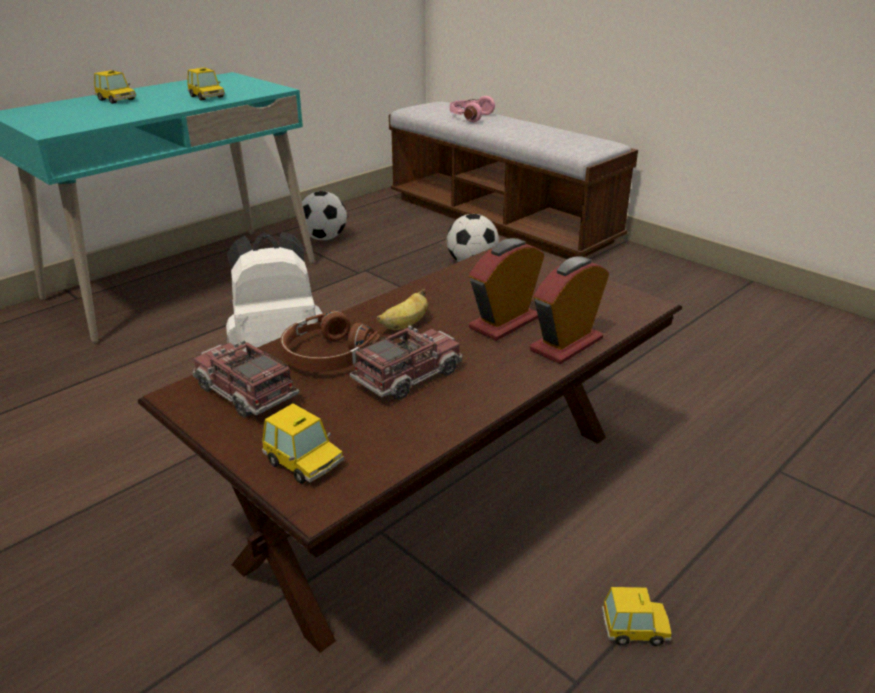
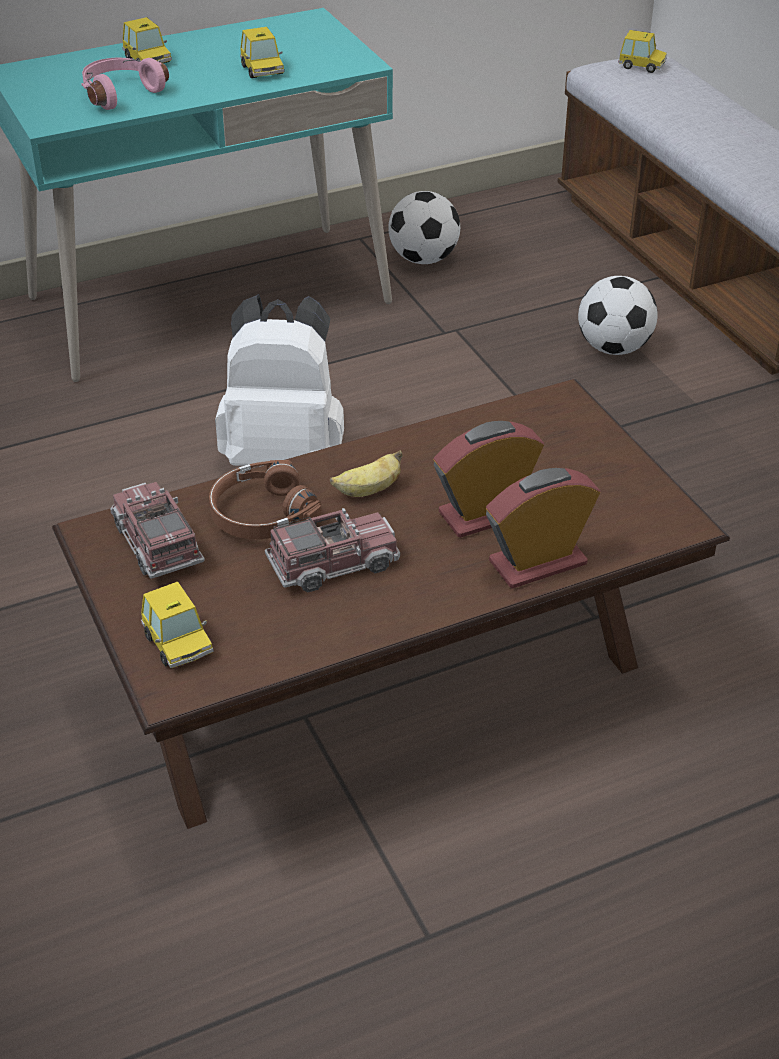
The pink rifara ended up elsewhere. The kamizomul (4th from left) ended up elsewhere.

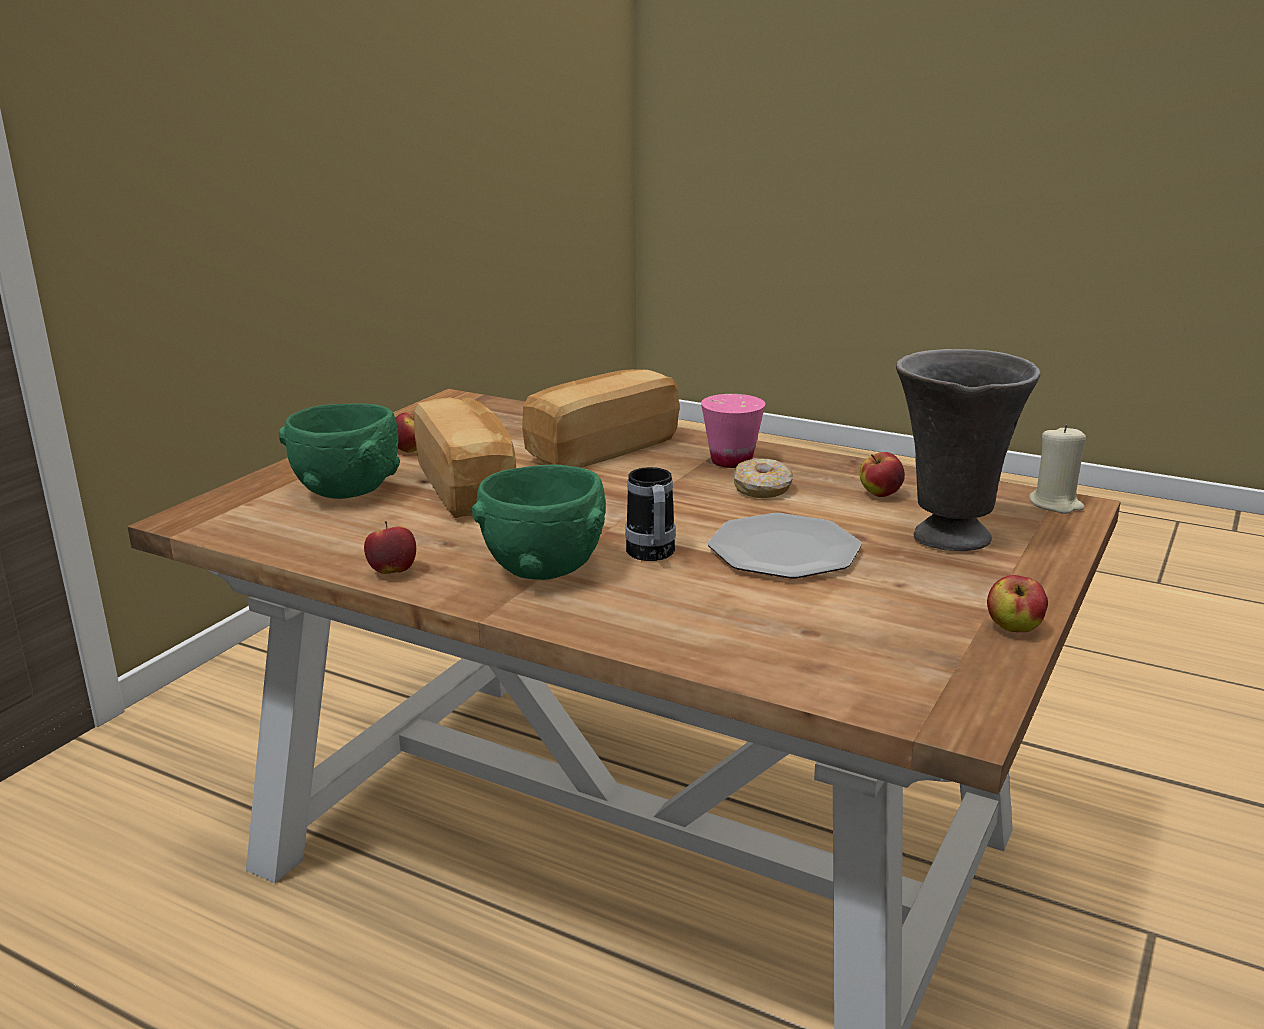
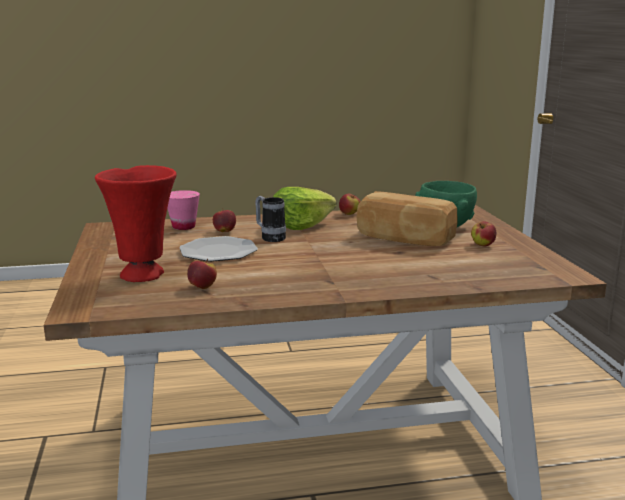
What was the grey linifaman turned into the red linifaman. The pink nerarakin ended up elsewhere. The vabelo (4th from left in the first image) ended up elsewhere. Where the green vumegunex (2nd from left) stood, the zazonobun came to stand. The second view lost the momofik (2nd from left). The second view lost the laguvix. The second view lost the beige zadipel.

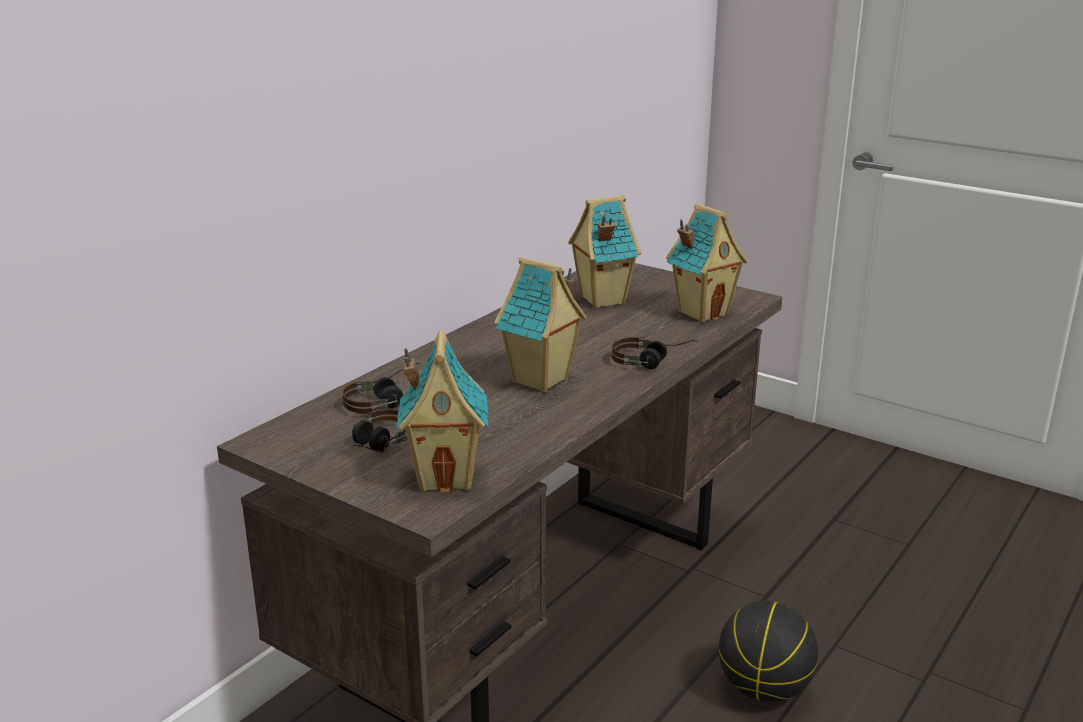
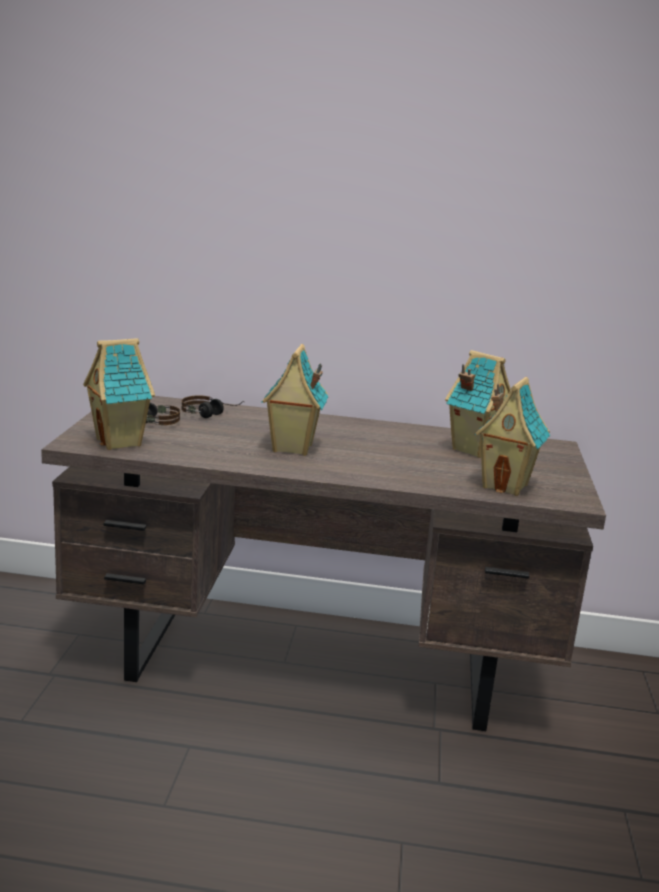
The second view lost the rifara (3rd from left). The second view lost the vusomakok.

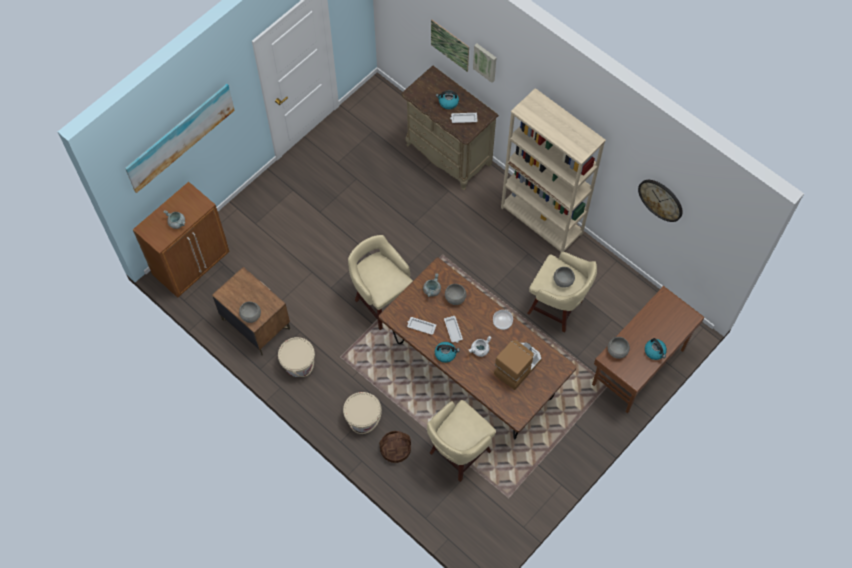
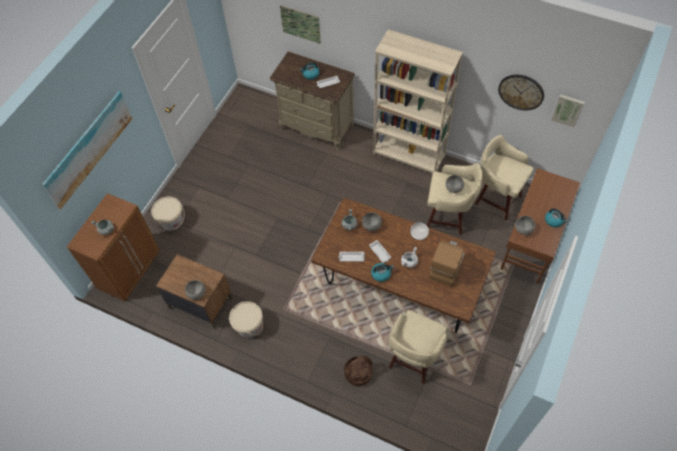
The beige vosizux (2nd from left in the first image) ended up elsewhere. The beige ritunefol (1st from left in the first image) ended up elsewhere. The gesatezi (3rd from left) ended up elsewhere.

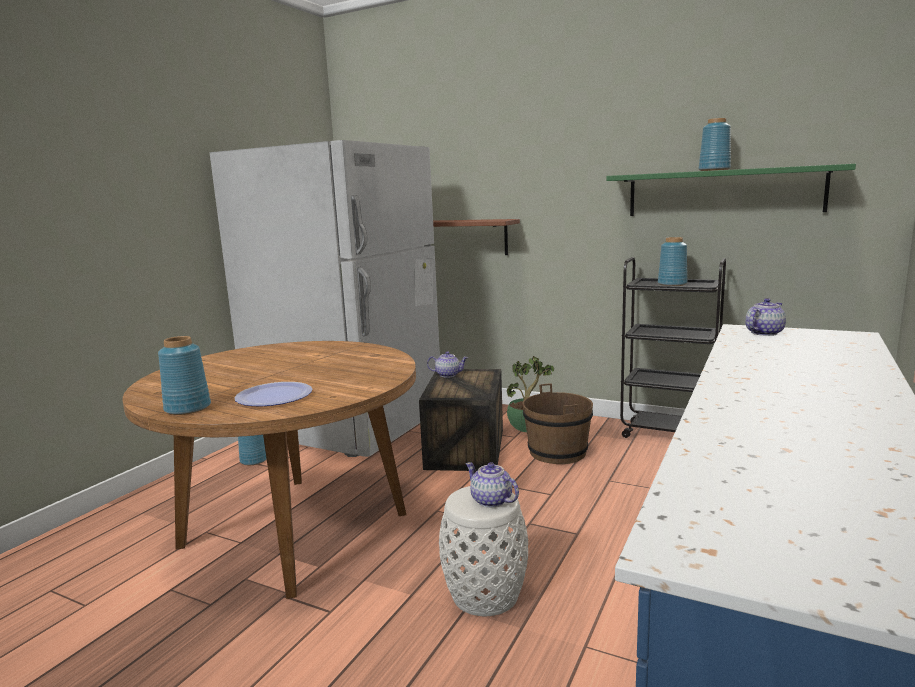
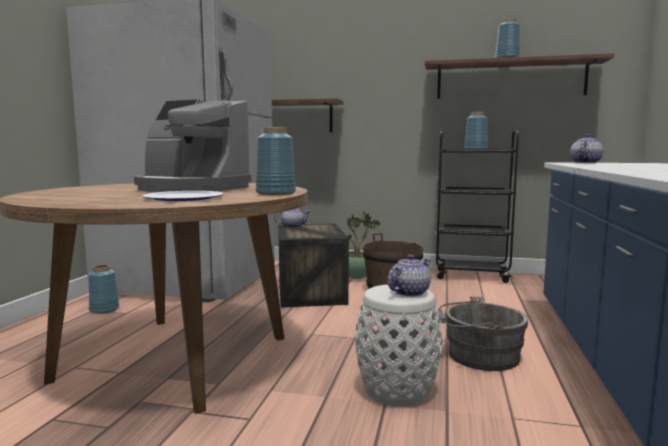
The second view gained the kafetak. The blue linifaman (1st from left in the first image) ended up elsewhere. The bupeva (2nd from left) ended up facing another way, 105 degrees clockwise from before. What was the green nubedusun turned into the brown nubedusun (2nd from left). The second view gained the grey vosizux.

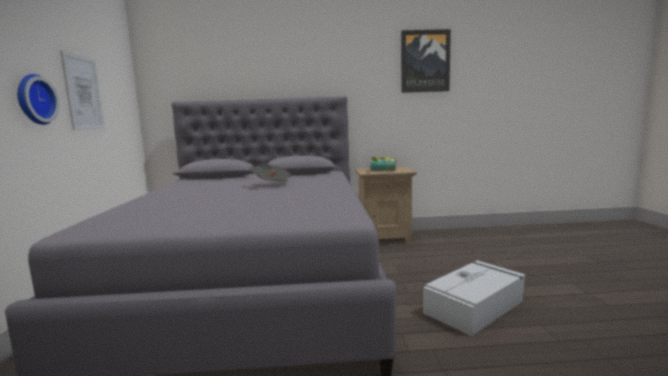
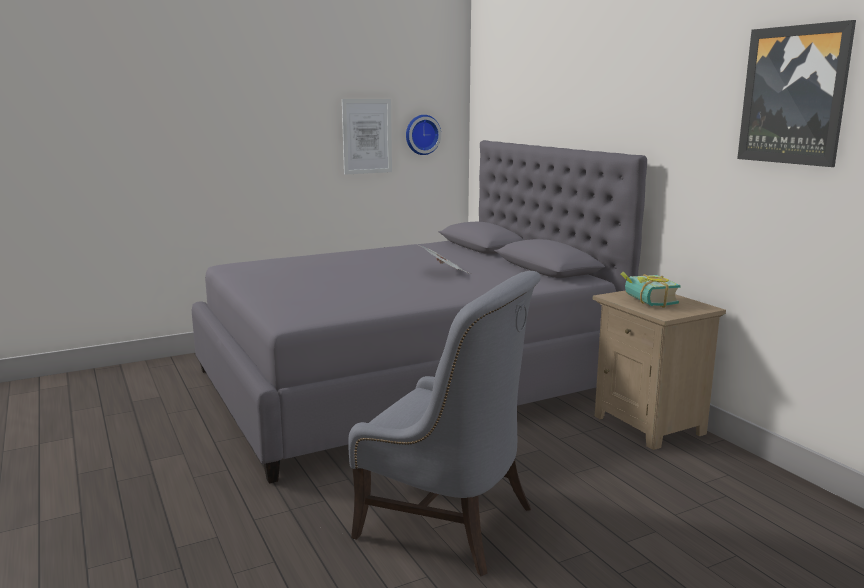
Where the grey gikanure stood, the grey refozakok came to stand. The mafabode ended up elsewhere.

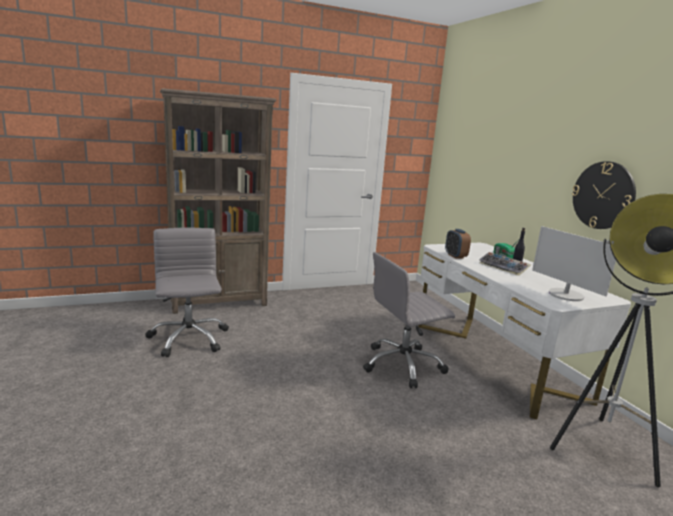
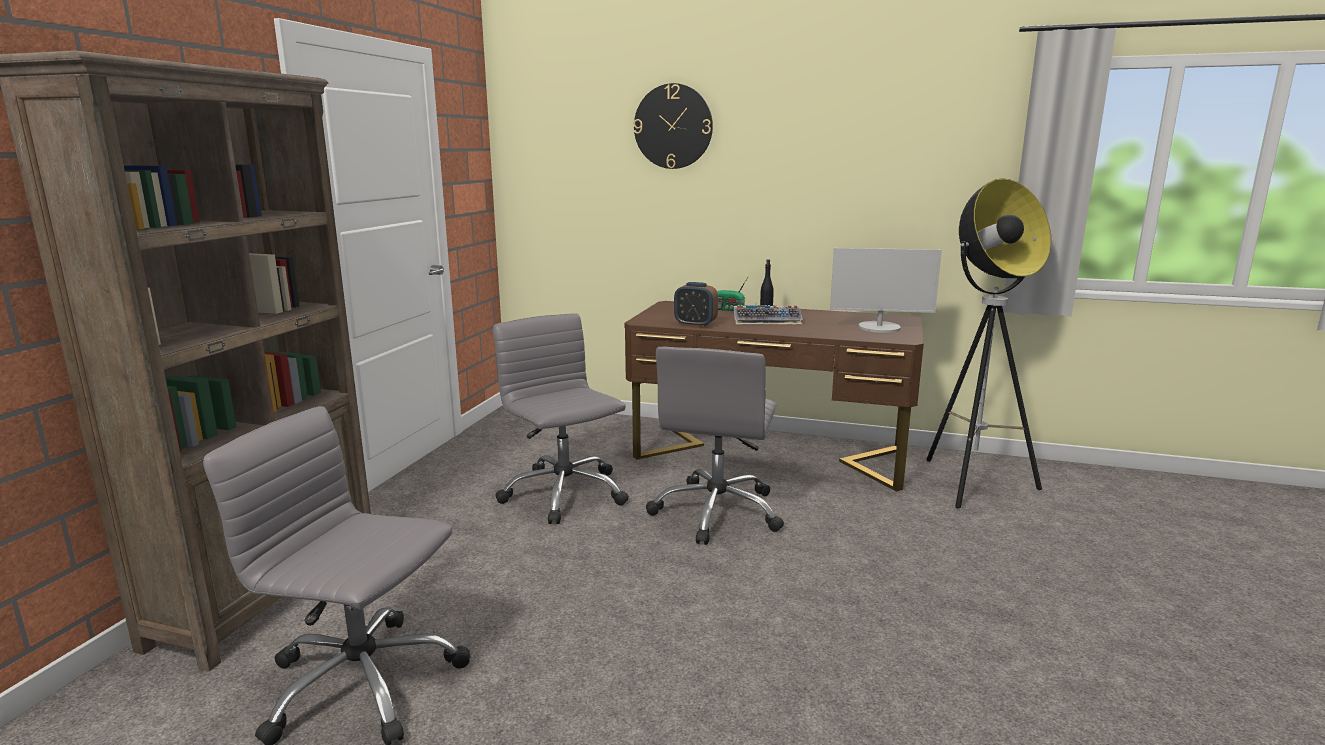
The second view gained the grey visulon (2nd from left). What was the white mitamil turned into the brown mitamil. The mafabode ended up elsewhere.

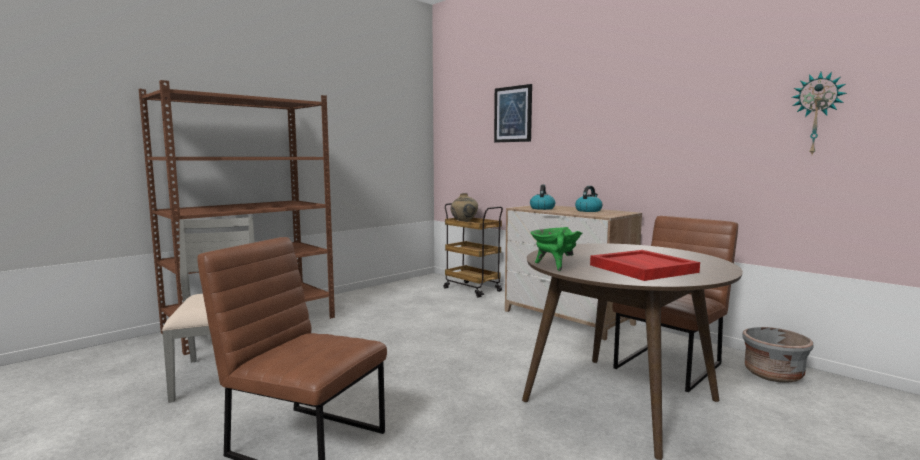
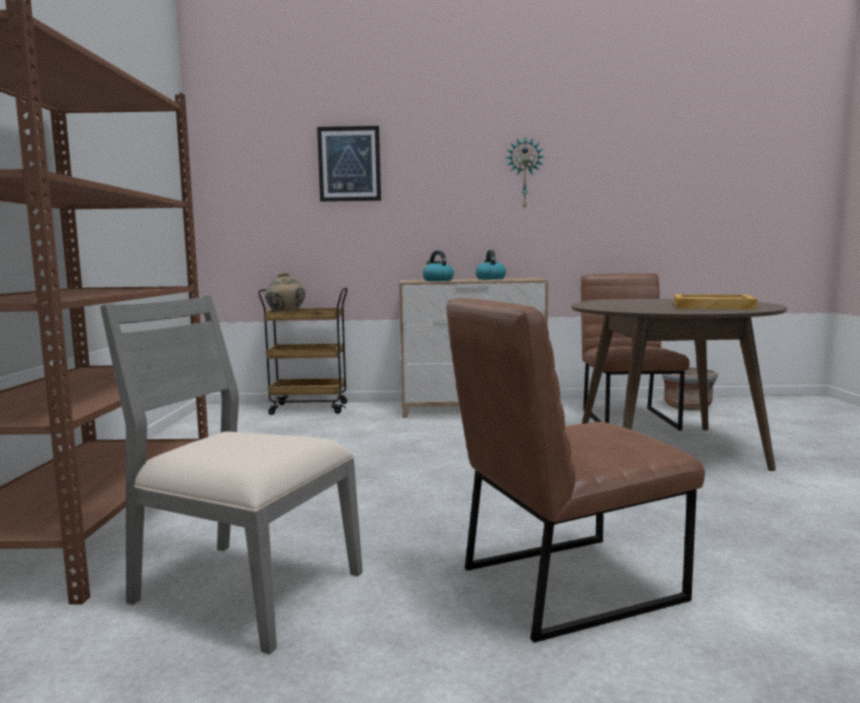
The mafabode ended up elsewhere. What was the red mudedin turned into the beige mudedin. The second view lost the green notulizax.

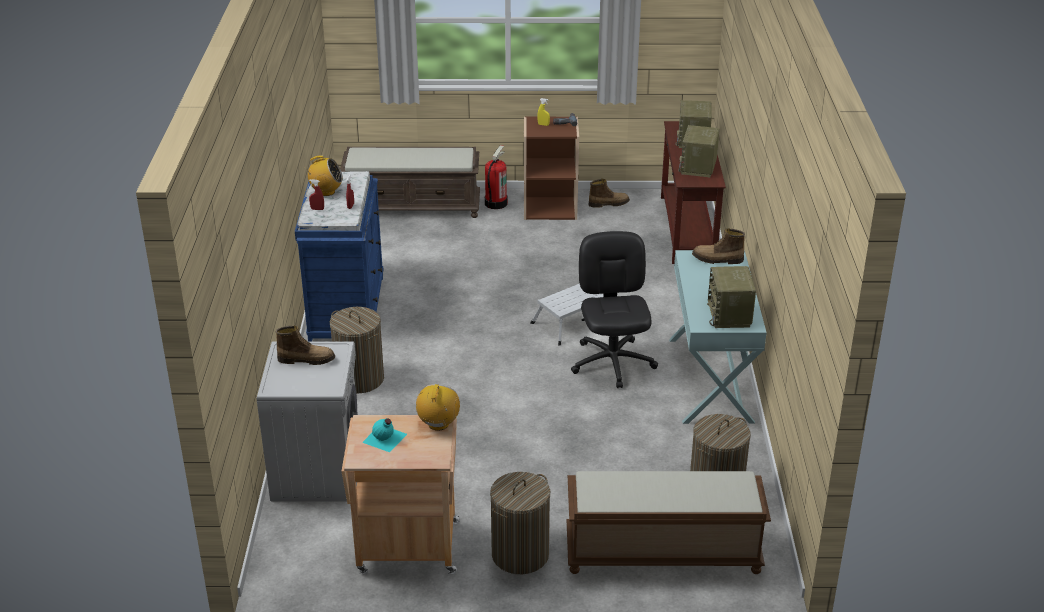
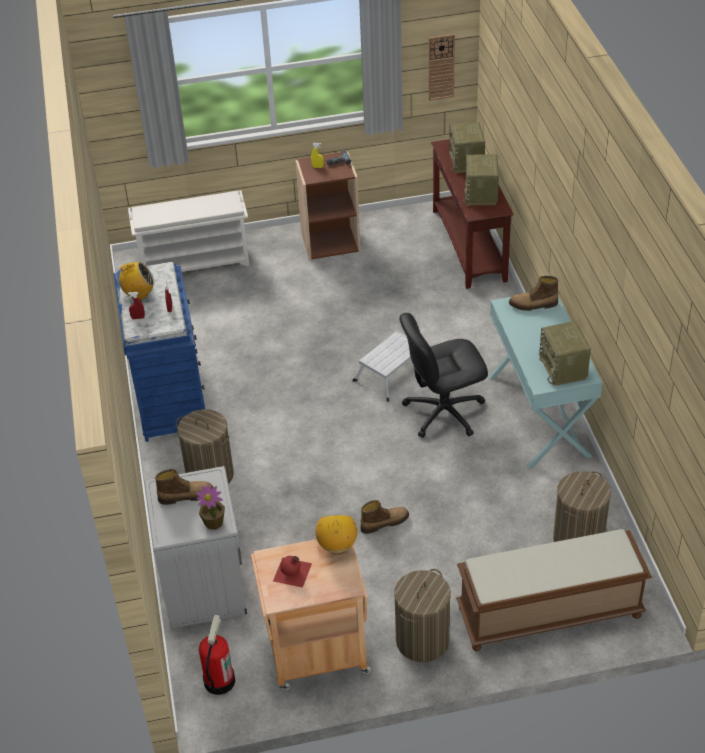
Where the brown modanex (1st from left) stood, the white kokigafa came to stand. The second view gained the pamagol. The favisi ended up elsewhere. What was the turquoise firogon turned into the red firogon. The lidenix (2nd from left) ended up elsewhere. The black visulon ended up facing another way, 90 degrees counterclockwise from before. The second view gained the mafabode.

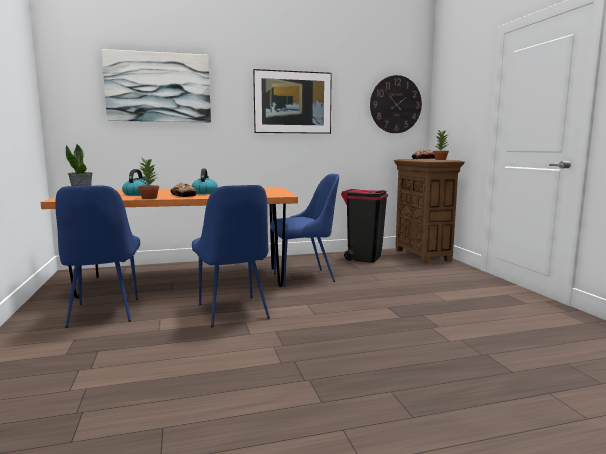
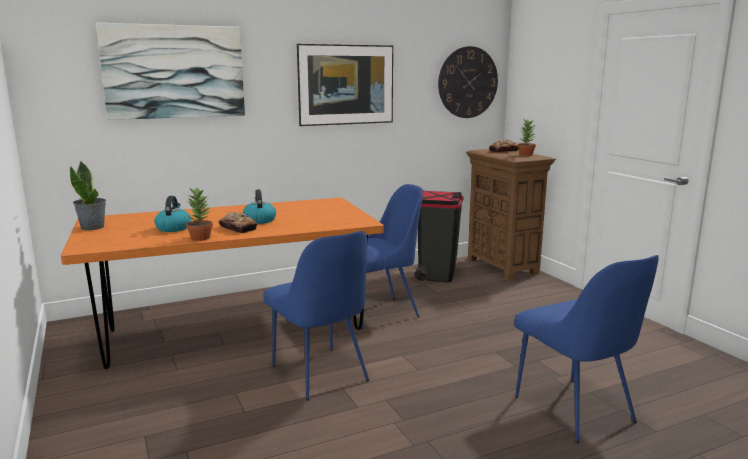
The blue refozakok (1st from left in the first image) ended up elsewhere.

